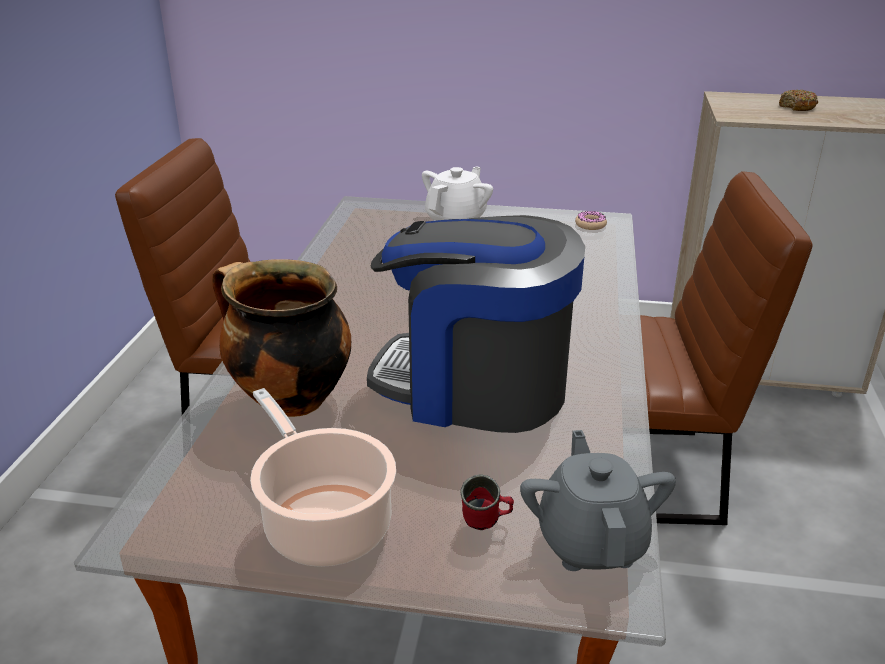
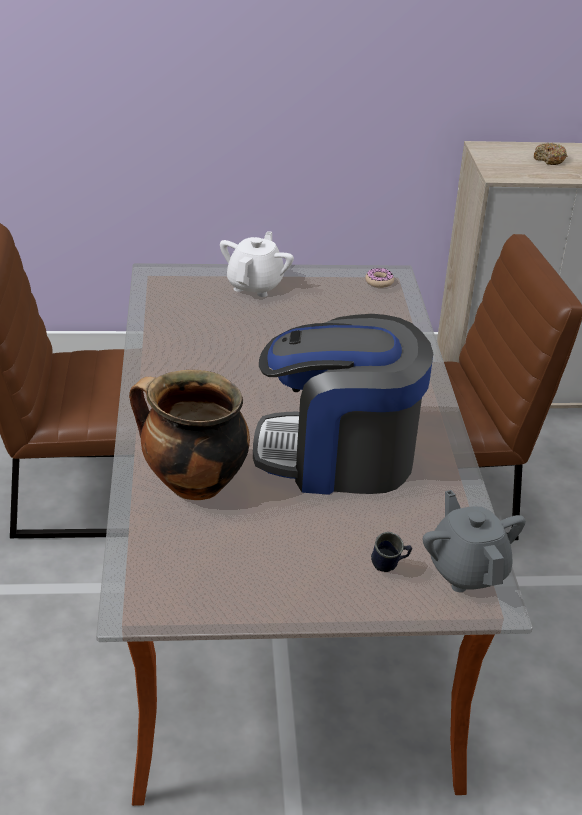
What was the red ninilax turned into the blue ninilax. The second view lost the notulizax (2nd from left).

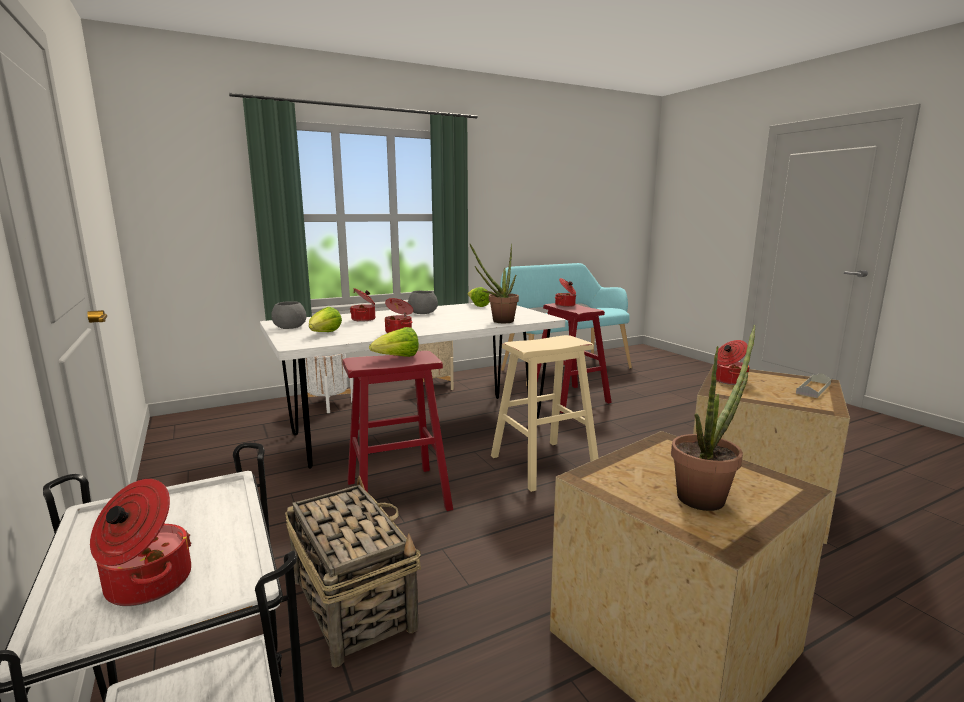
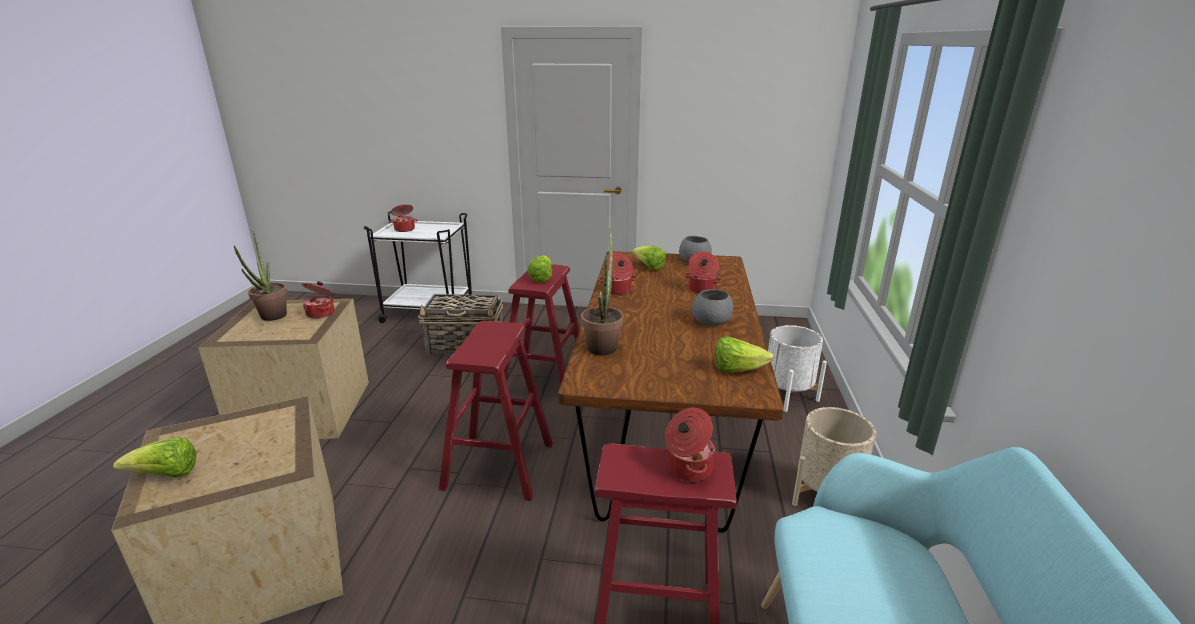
Where the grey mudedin stood, the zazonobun (1st from left) came to stand. The notulizax (5th from left in the first image) ended up elsewhere. What was the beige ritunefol turned into the red ritunefol (1st from left). What was the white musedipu turned into the brown musedipu.

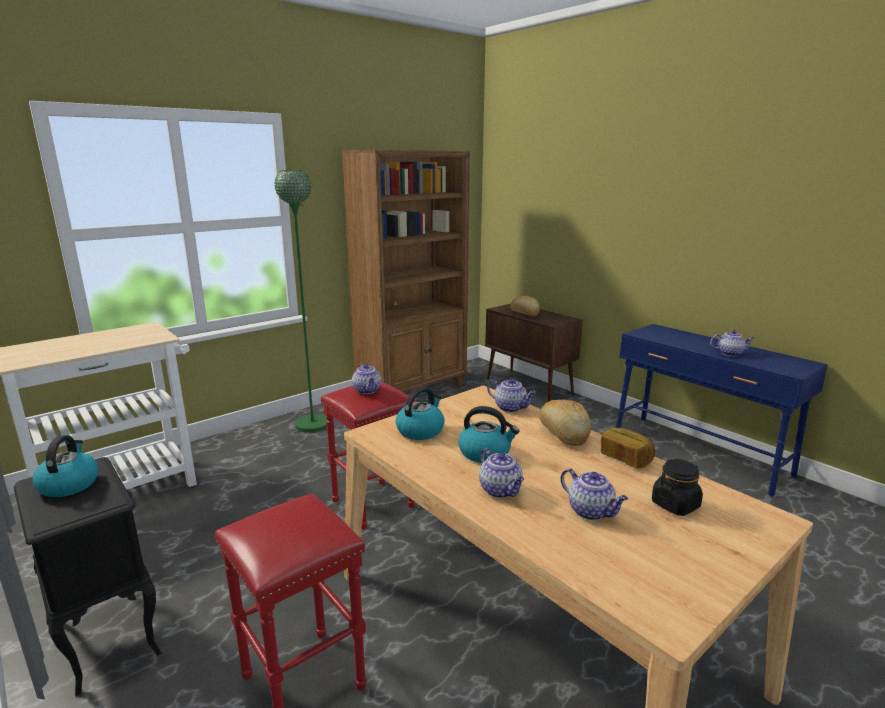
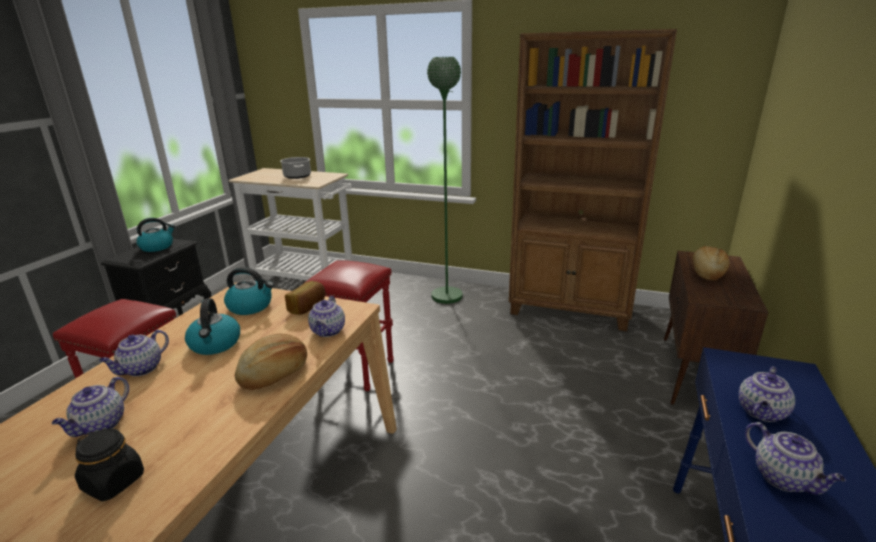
The second view gained the notulizax. The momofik (3rd from left in the first image) ended up elsewhere. The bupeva (1st from left in the first image) ended up elsewhere.

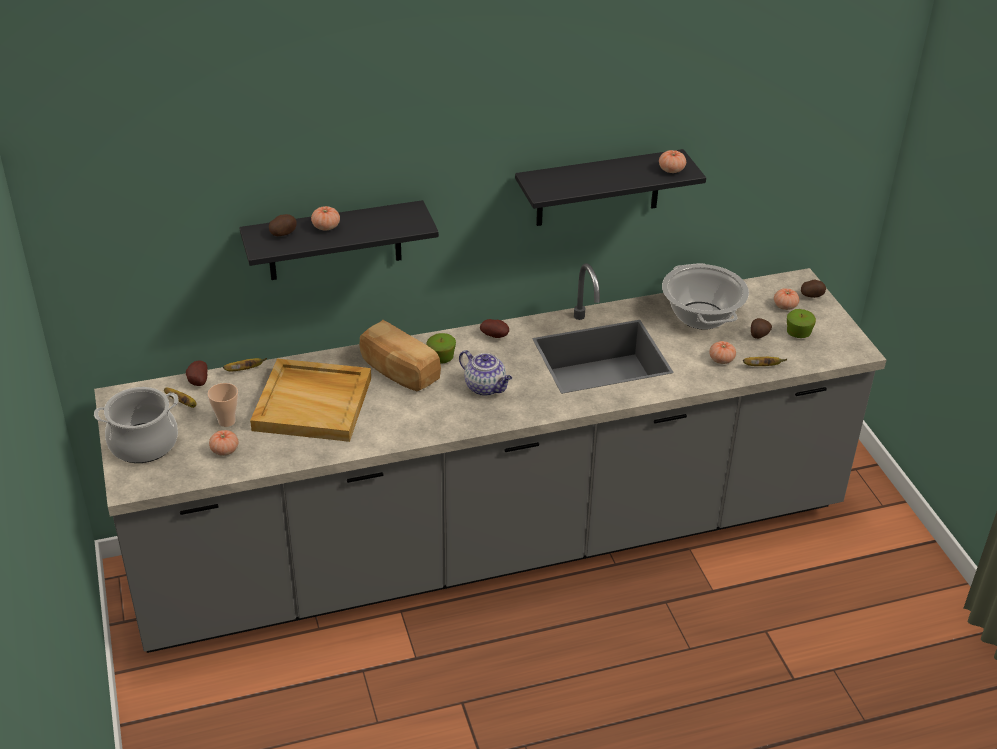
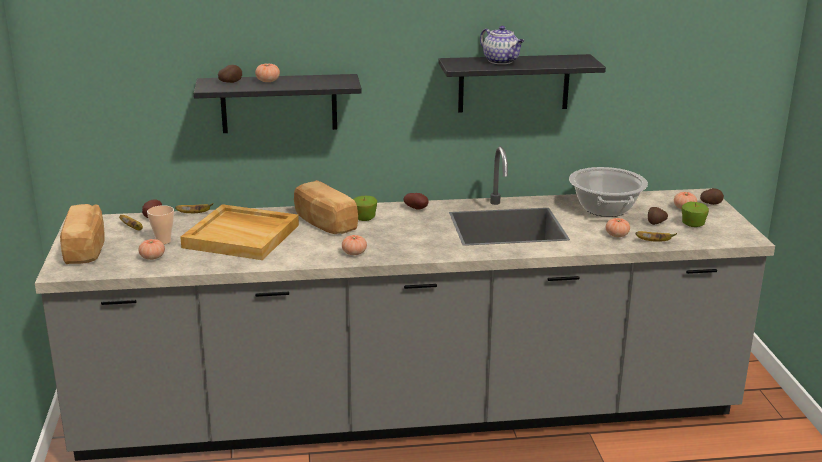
Where the notulizax (1st from left) stood, the momofik (1st from left) came to stand. The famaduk (3rd from left) ended up elsewhere. The bupeva ended up elsewhere.

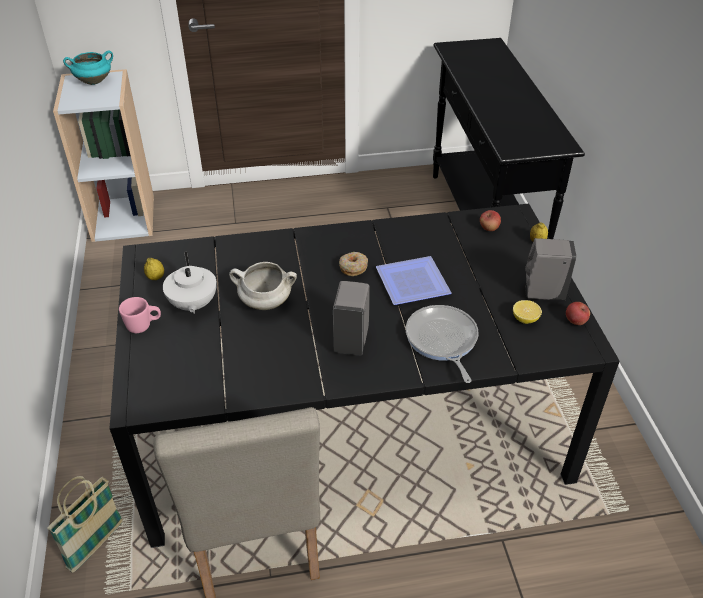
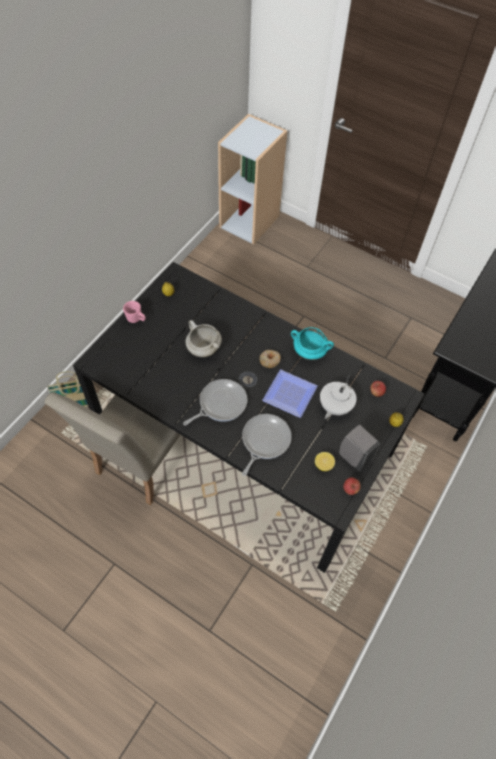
Where the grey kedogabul (1st from left) stood, the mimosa (1st from left) came to stand. The turquoise notulizax ended up elsewhere. The white bupeva ended up elsewhere.

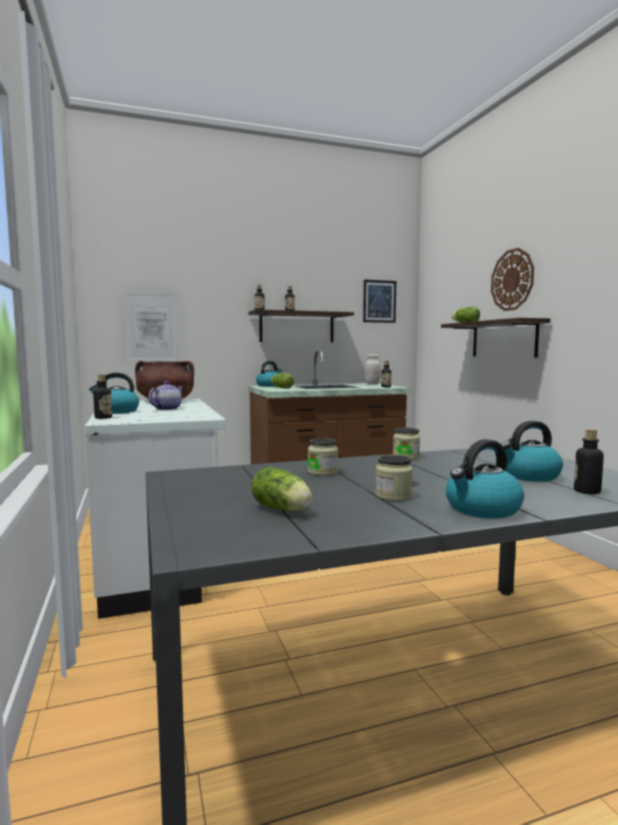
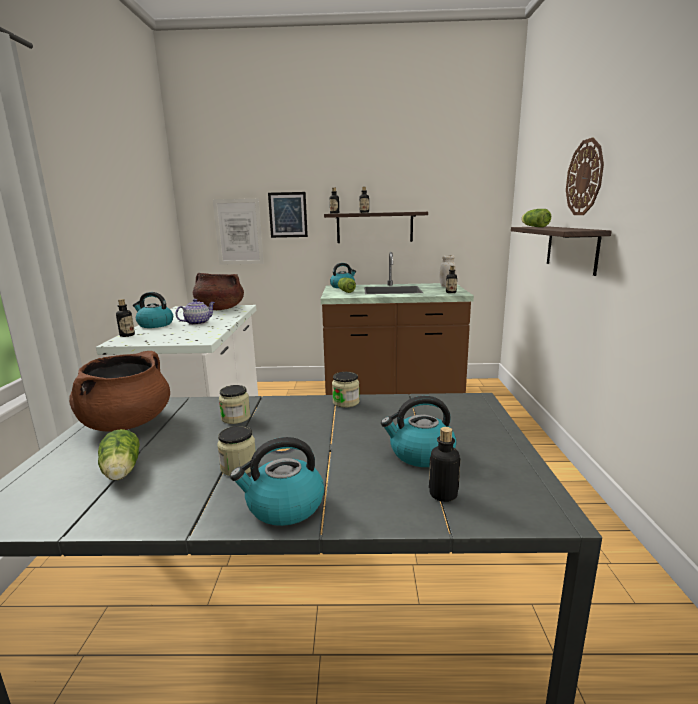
The second view gained the brown notulizax (1st from left). The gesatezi (2nd from left) ended up elsewhere.

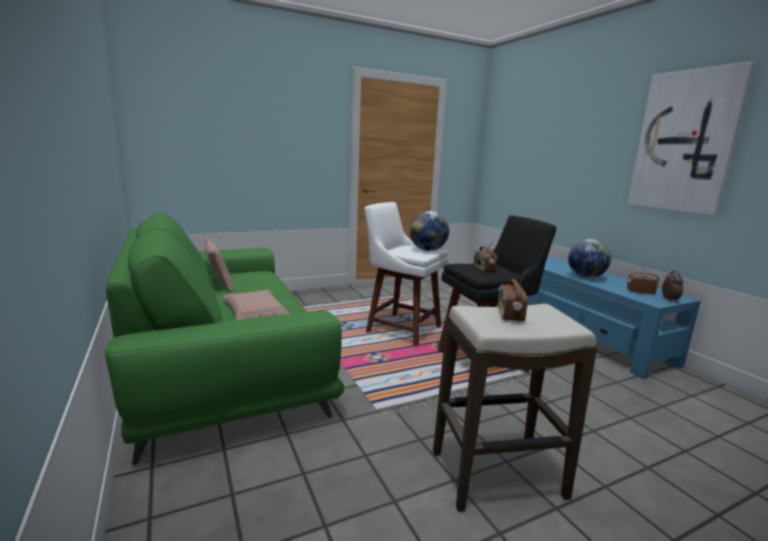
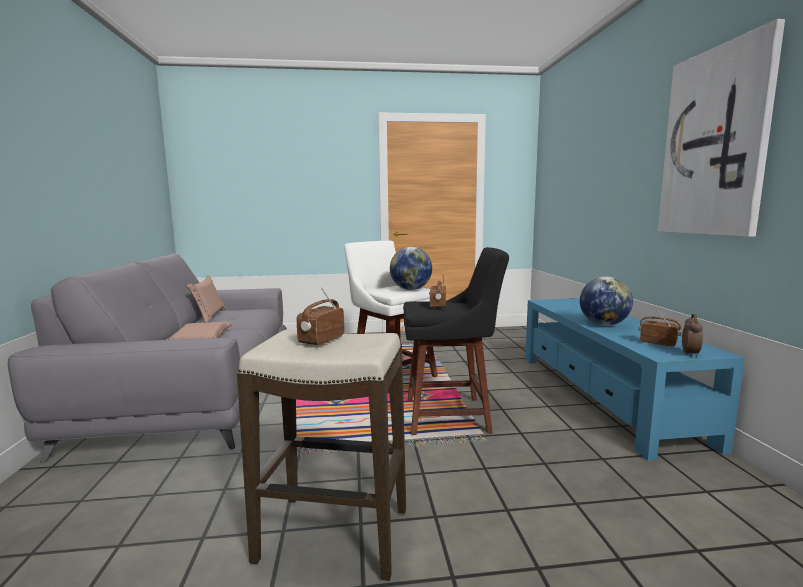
What was the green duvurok turned into the grey duvurok.

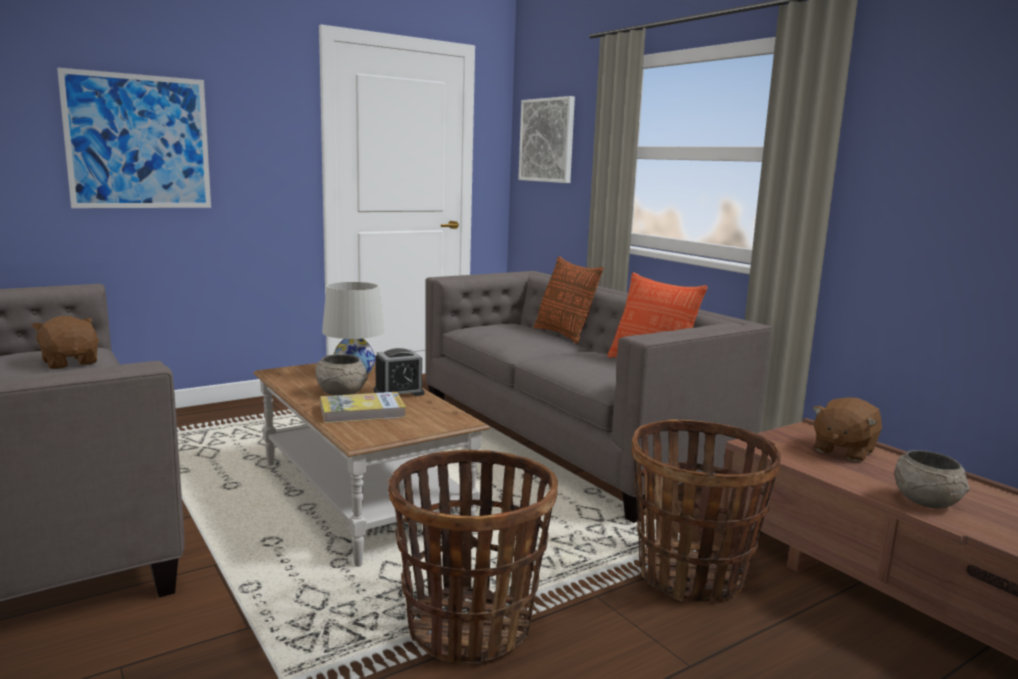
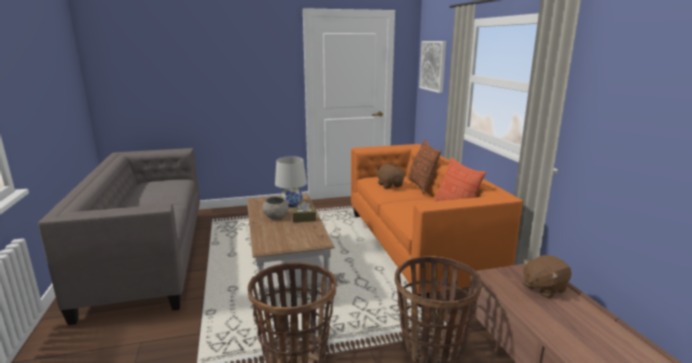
Where the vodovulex stood, the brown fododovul came to stand. What was the grey duvurok (2nd from left) turned into the orange duvurok. The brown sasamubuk (1st from left) ended up elsewhere. The second view lost the gesatezi (1st from left). The second view lost the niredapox. The second view lost the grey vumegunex (2nd from left).

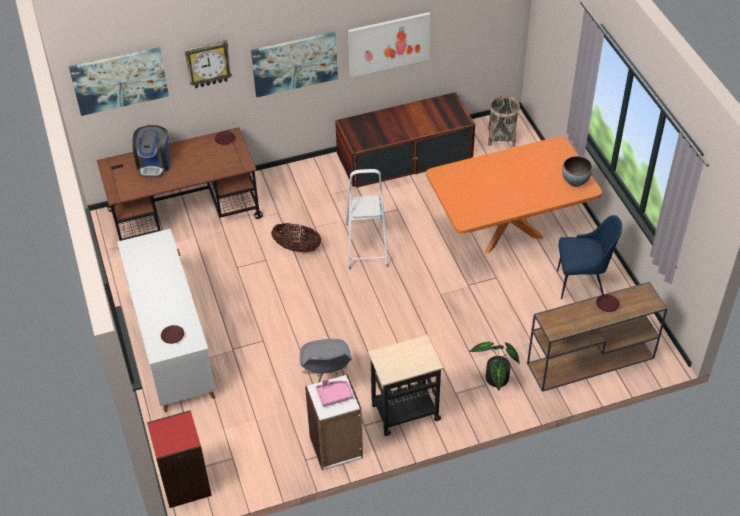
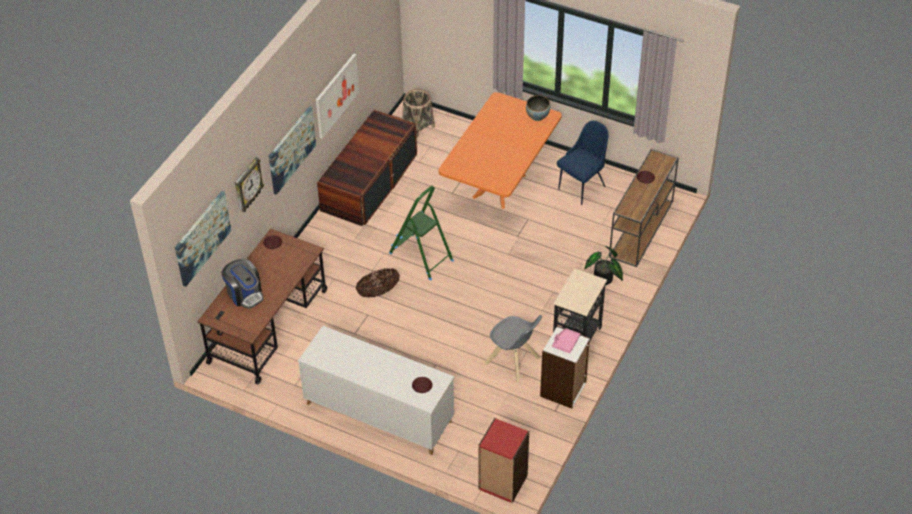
What was the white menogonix turned into the green menogonix.

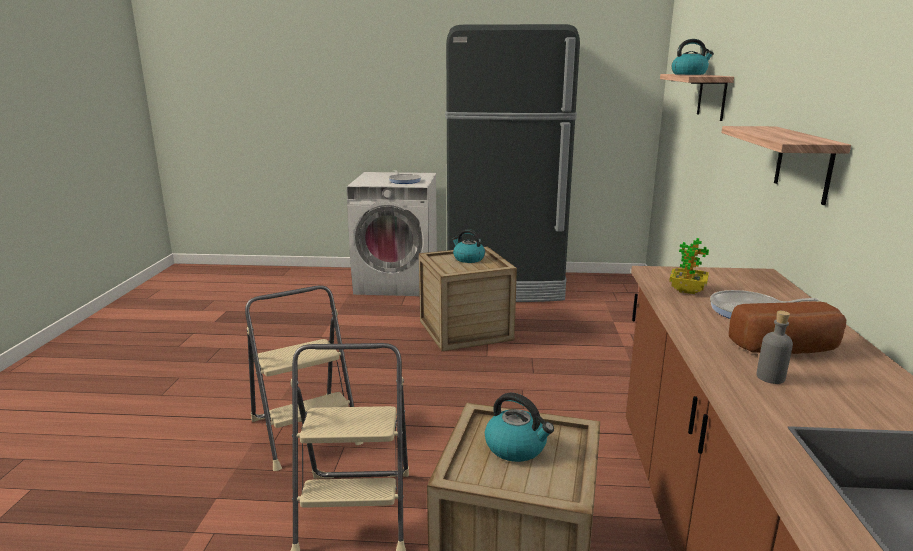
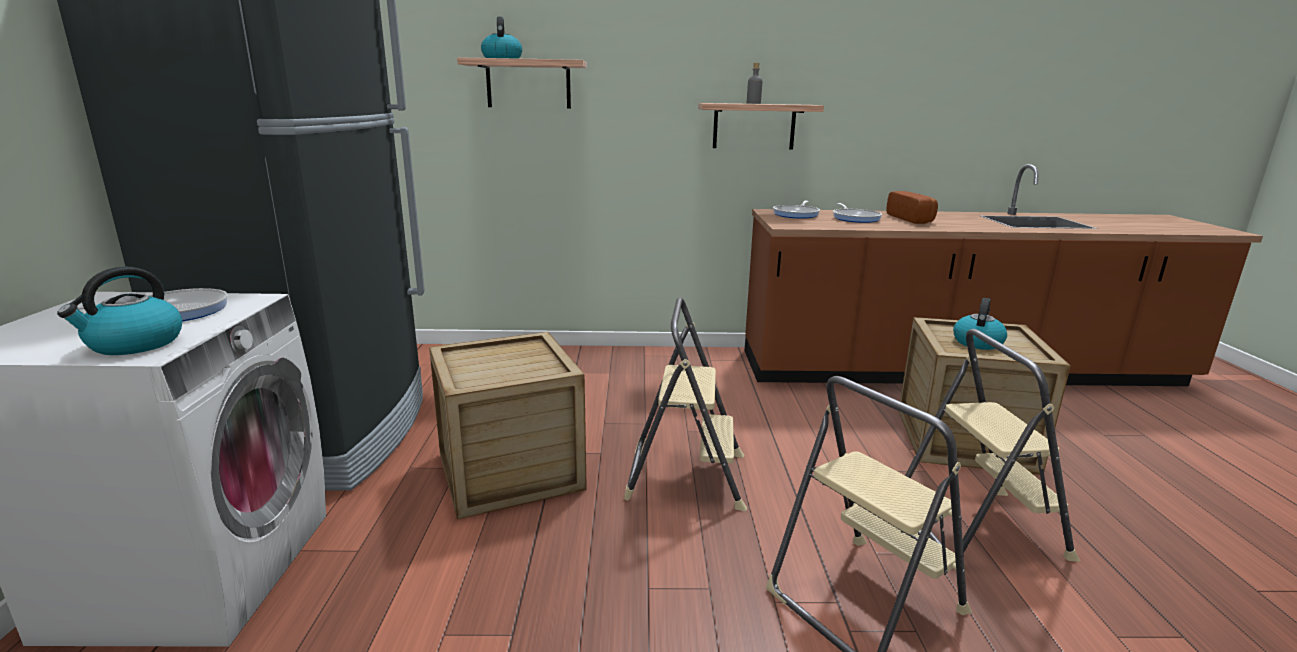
The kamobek (1st from left) ended up elsewhere. The second view gained the beige menogonix (1st from left). The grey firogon ended up elsewhere. The second view gained the mimosa (2nd from left). The second view lost the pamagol.

